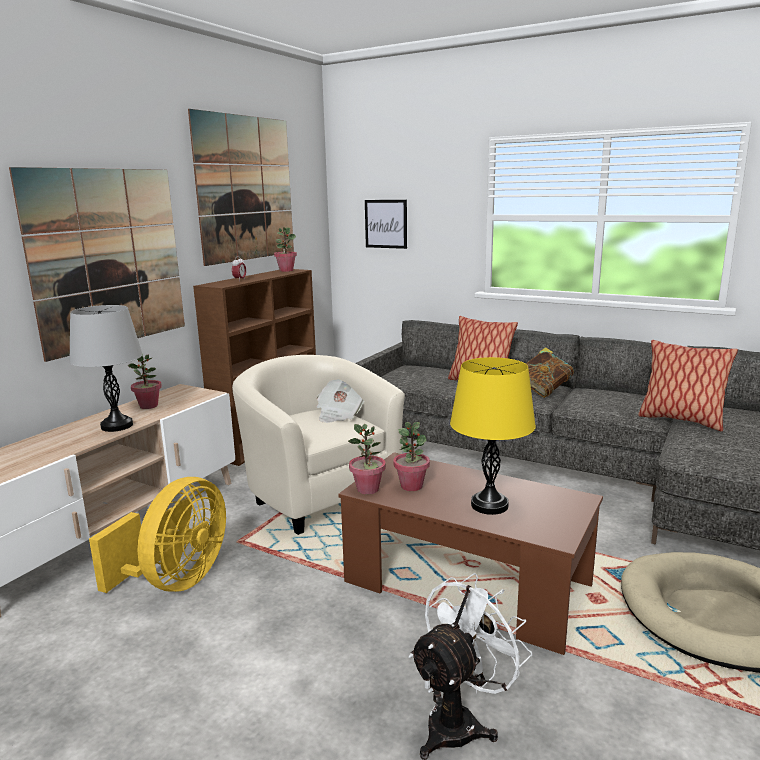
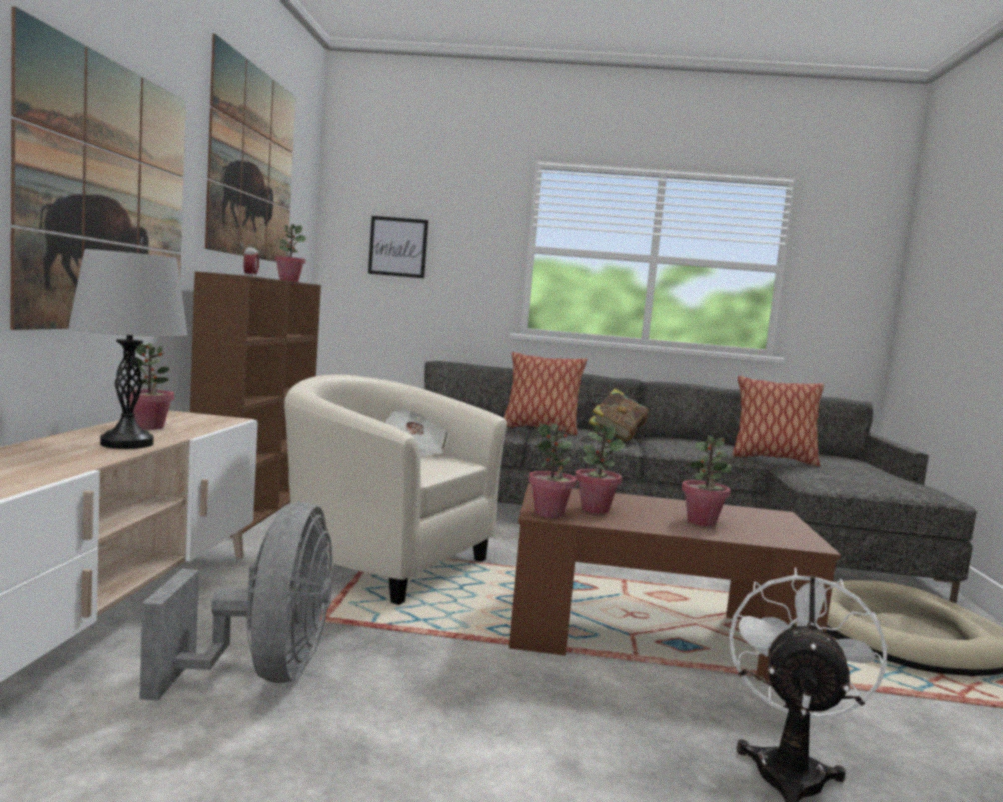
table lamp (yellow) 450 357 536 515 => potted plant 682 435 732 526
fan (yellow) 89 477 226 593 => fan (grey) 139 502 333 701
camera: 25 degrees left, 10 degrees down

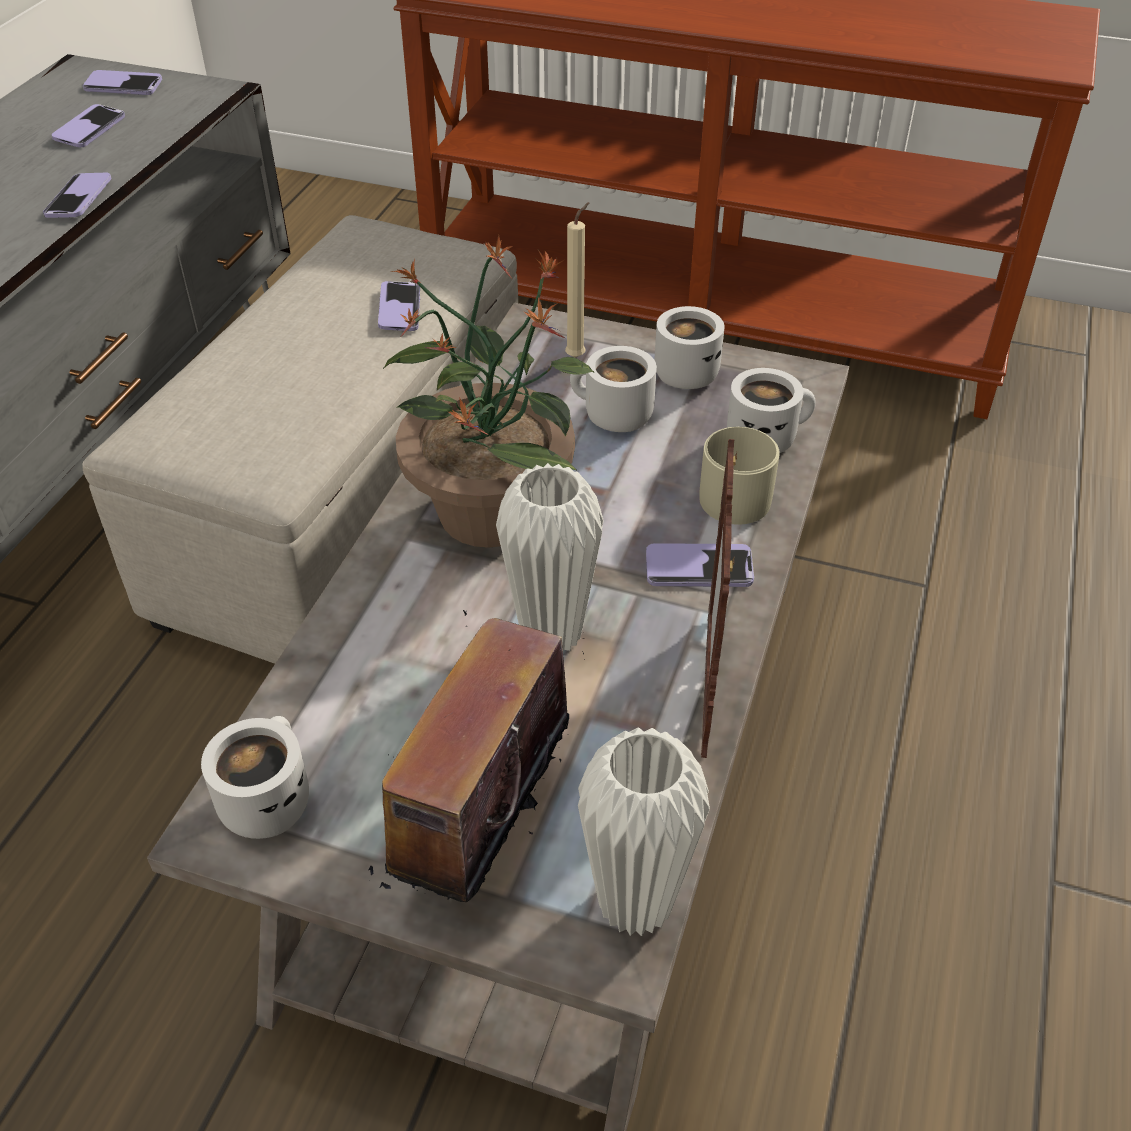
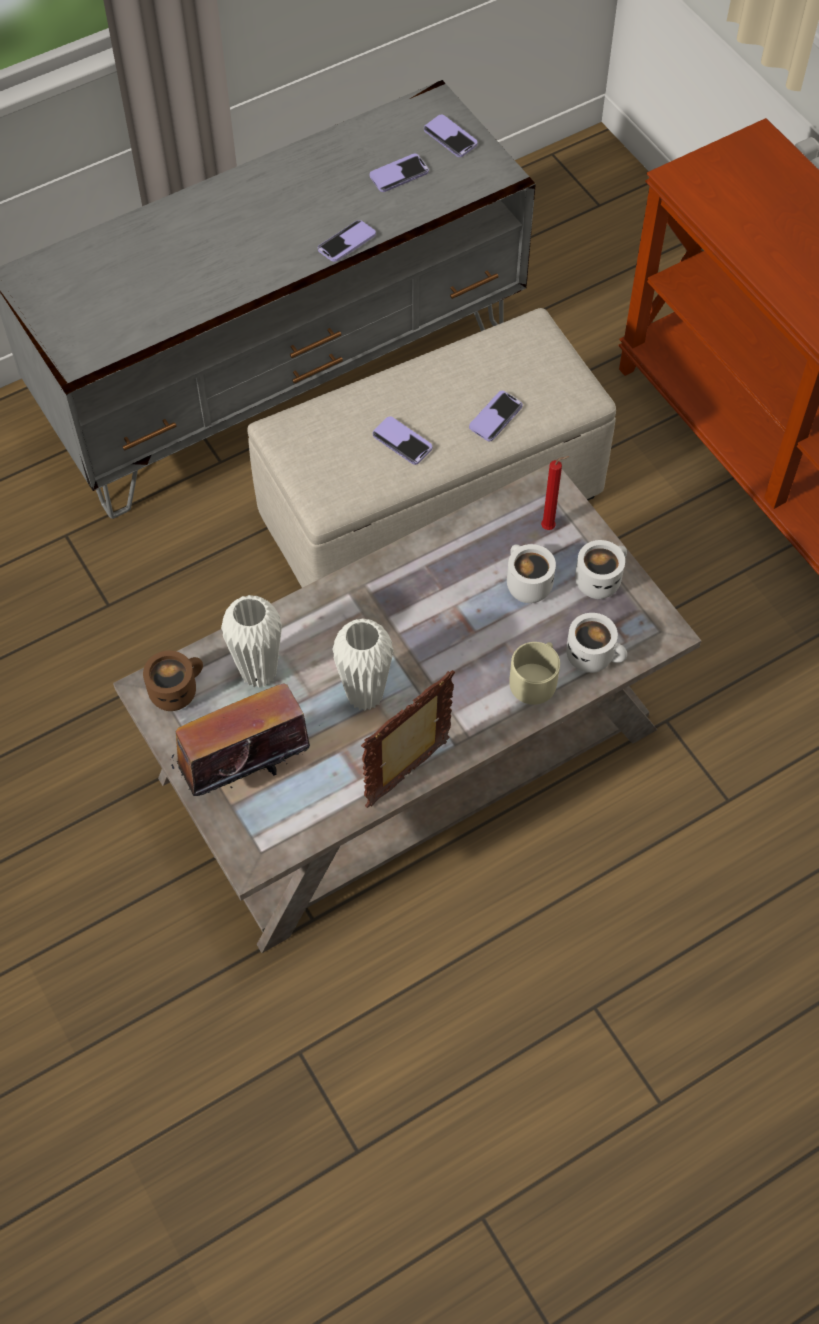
candle (beige) 565 202 590 358 => candle (red) 541 456 570 530
potted plant 383 235 594 548 => nothing
phone 646 543 754 587 => phone 373 416 432 465, relocated
mug (white) 201 716 309 839 => mug (brown) 143 651 203 711
vase (white) 578 728 710 936 => vase (white) 221 595 282 688, relocated
camera: 40 degrees right, 15 degrees up

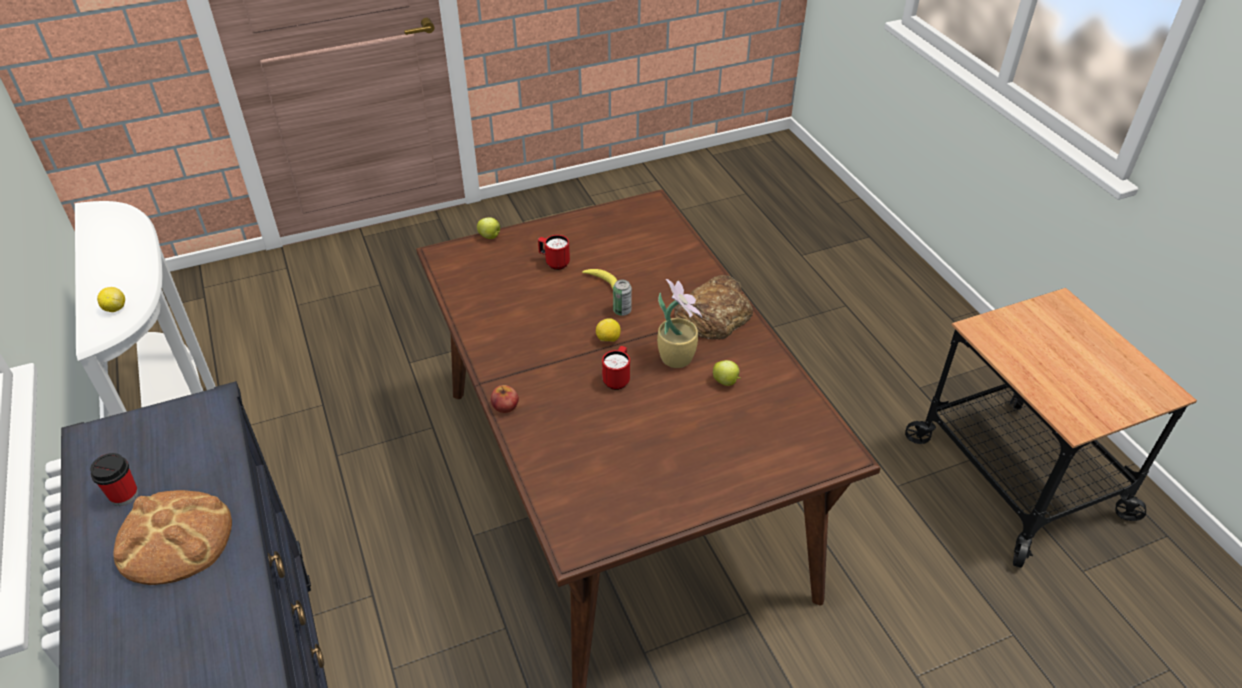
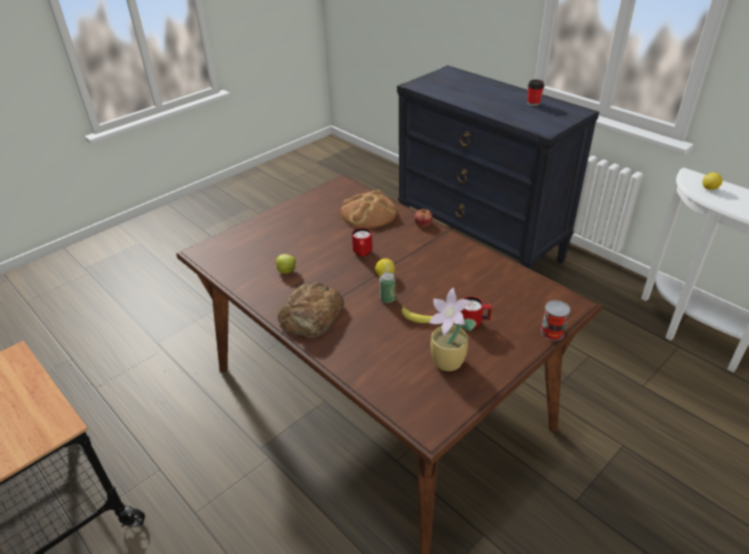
apple 477 217 500 239 => can 541 300 570 341
potted plant 657 279 702 368 => potted plant 429 287 476 371, relocated
bread 113 490 232 585 => bread 341 190 397 228, relocated
camera: 160 degrees right, 5 degrees down

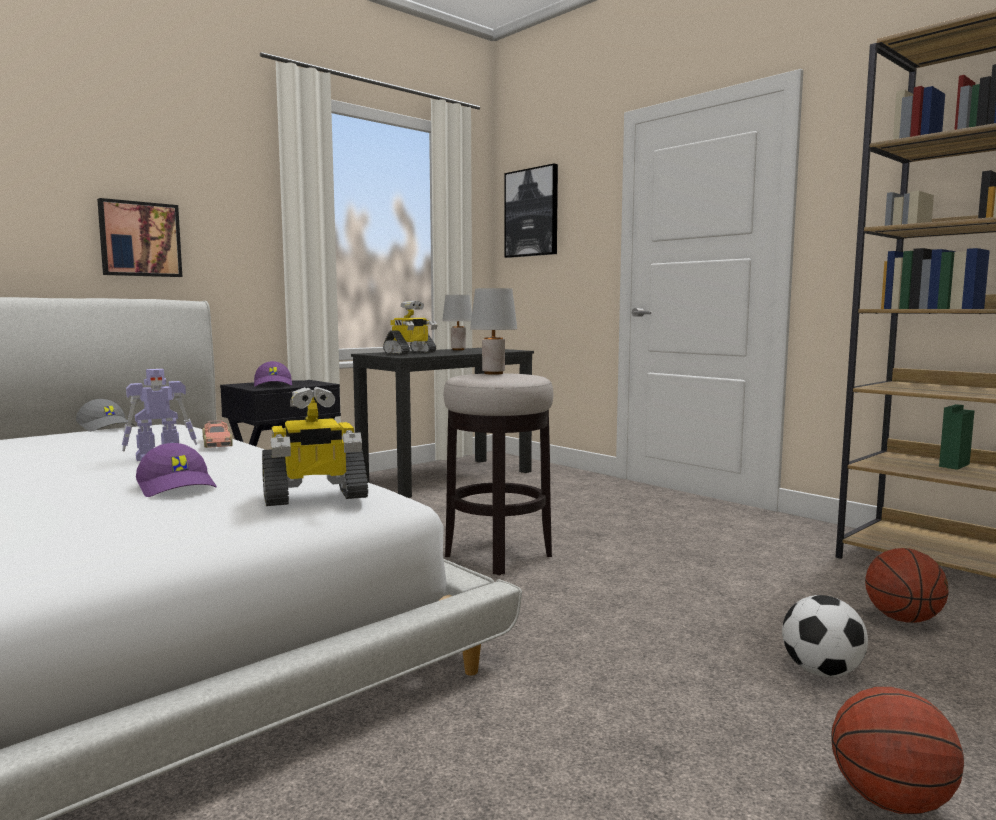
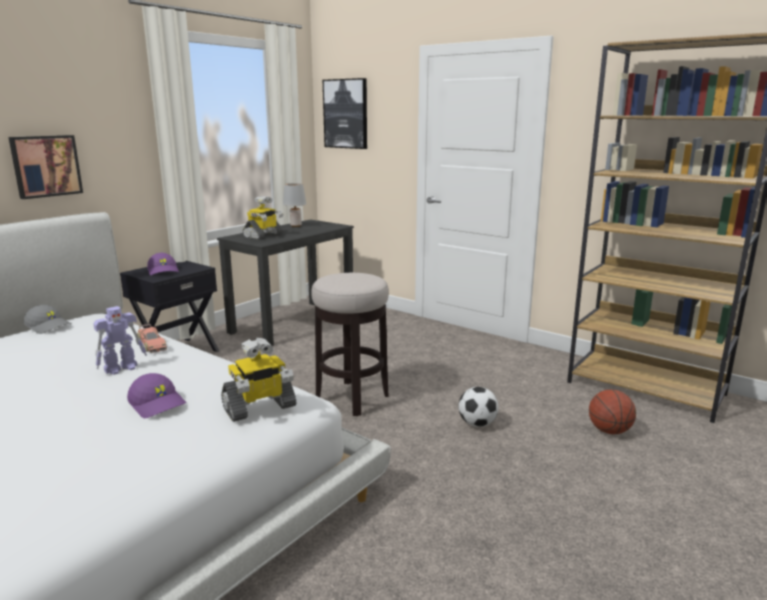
table lamp (grey) 470 288 517 375 => nothing
football 782 595 868 677 => football 458 387 499 427, relocated
basketball 831 687 964 814 => nothing
camera: 10 degrees left, 10 degrees up

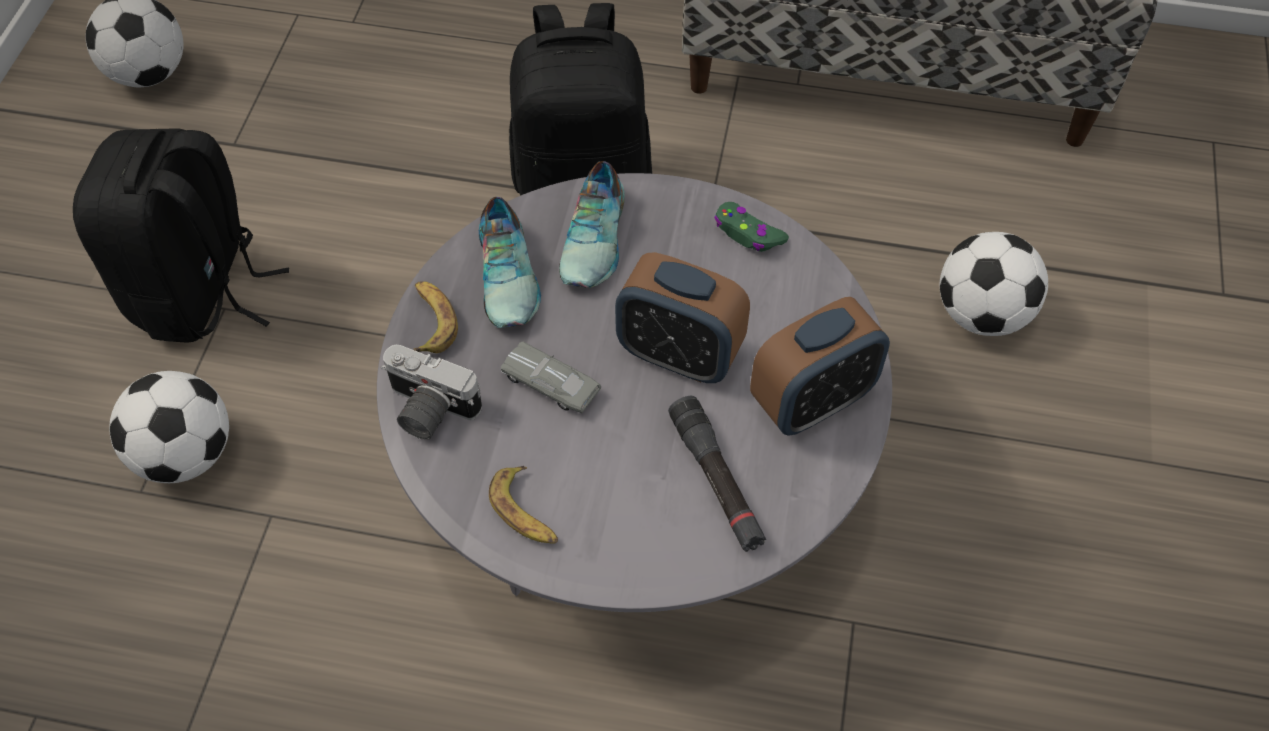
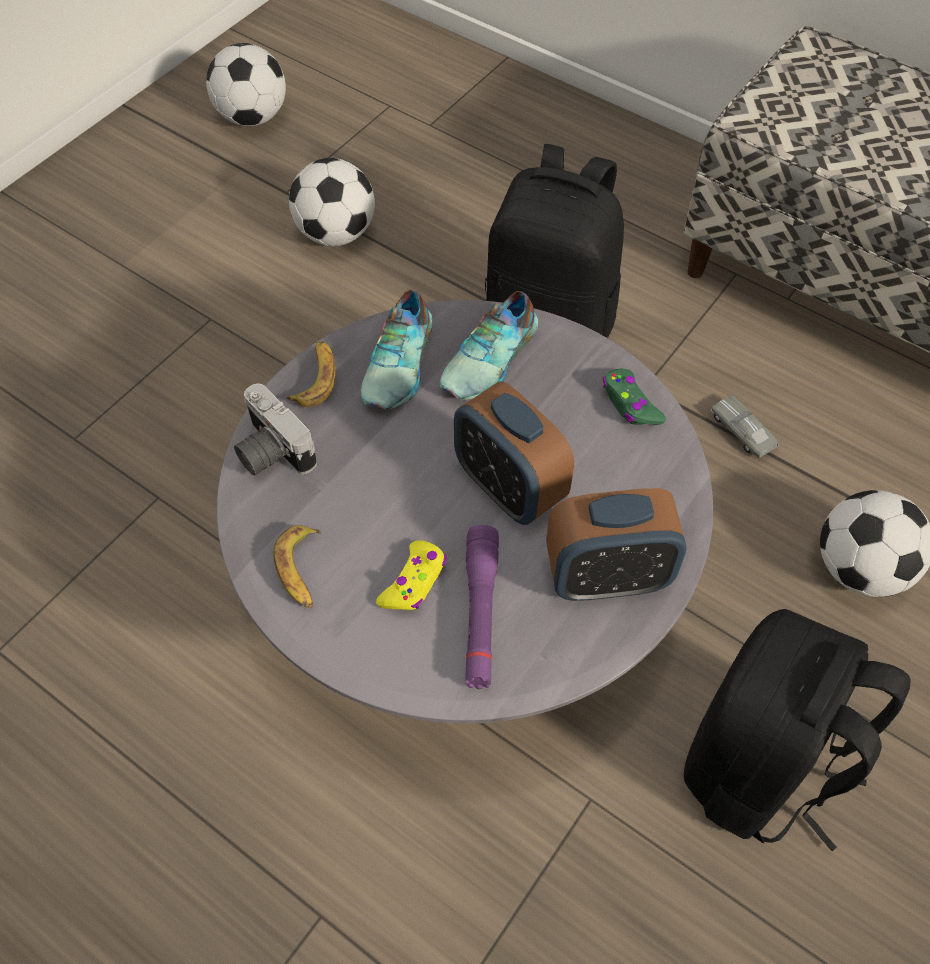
backpack (black) 73 128 289 343 => backpack (black) 684 609 911 851, relocated
toy car (grey) 501 341 601 413 => toy car (grey) 711 395 780 458, relocated
football 109 371 229 483 => football 289 158 375 246, relocated
flashlight (black) 668 396 766 552 => flashlight (purple) 465 525 499 690
nothing => game controller (yellow) 376 540 447 610
camera: 25 degrees right, 0 degrees up

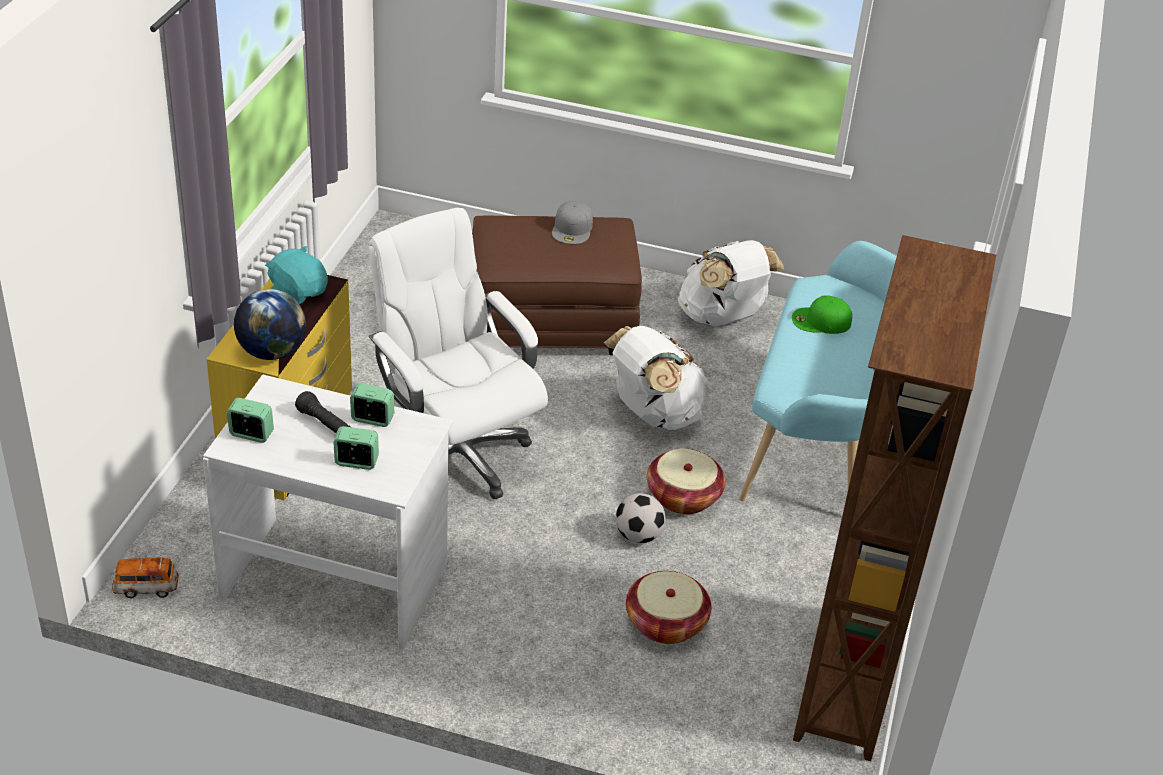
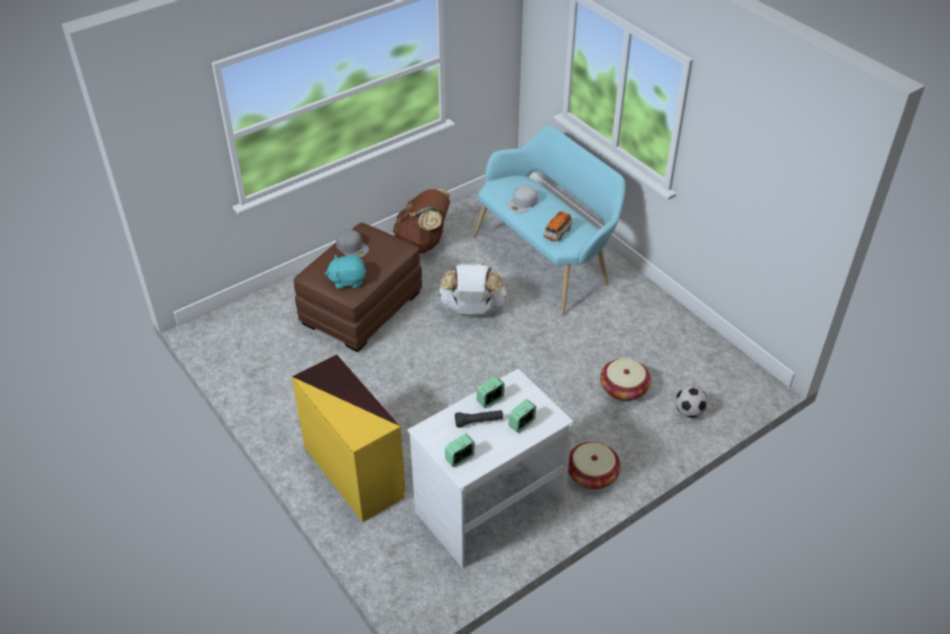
office chair (white) 369 208 548 500 => nothing
bookcase (brown) 793 235 996 761 => nothing
backpack (white) 678 240 785 326 => backpack (brown) 393 189 450 253
plush toy (turquoise) 265 246 328 304 => plush toy (turquoise) 325 255 366 289, relocated
globe 234 289 306 360 => nothing
cap (green) 792 295 852 334 => cap (white) 507 185 538 213
basket 647 449 725 514 => basket 568 442 621 489, relocated
football 616 493 666 543 => football 675 386 708 418, relocated
toy car 112 557 179 598 => toy car 543 211 572 242, relocated
camera: 50 degrees left, 5 degrees up

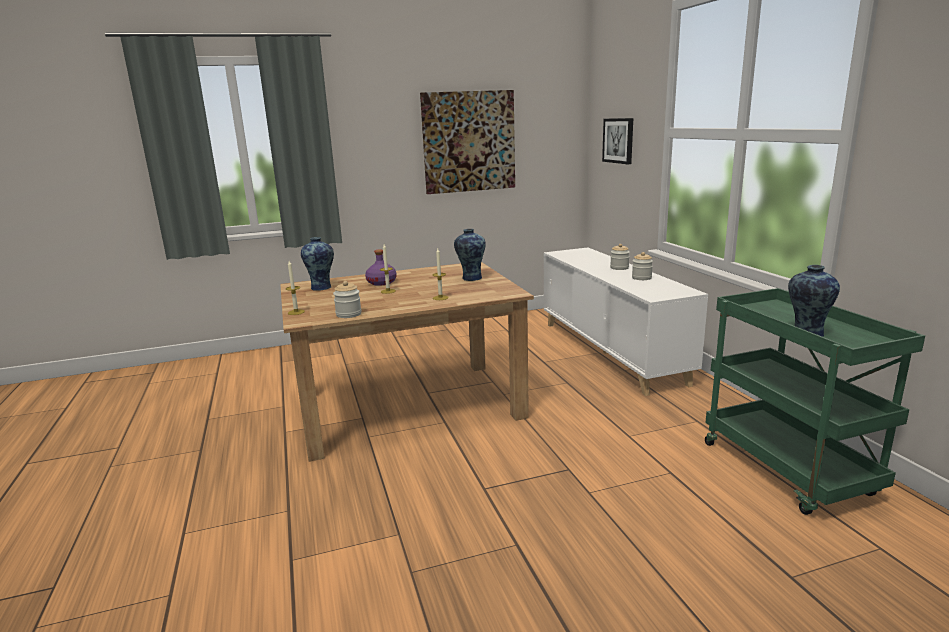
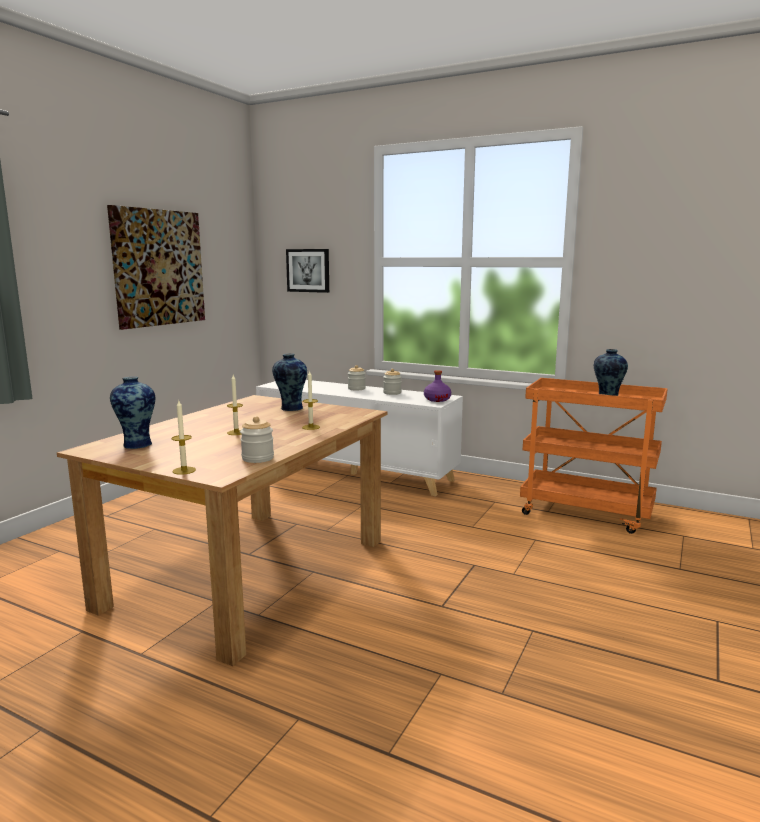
bottle (purple) 365 249 397 286 => bottle (purple) 424 370 451 402, relocated
cart (green) 705 288 925 515 => cart (orange) 520 378 668 534
camera: 45 degrees left, 5 degrees down

